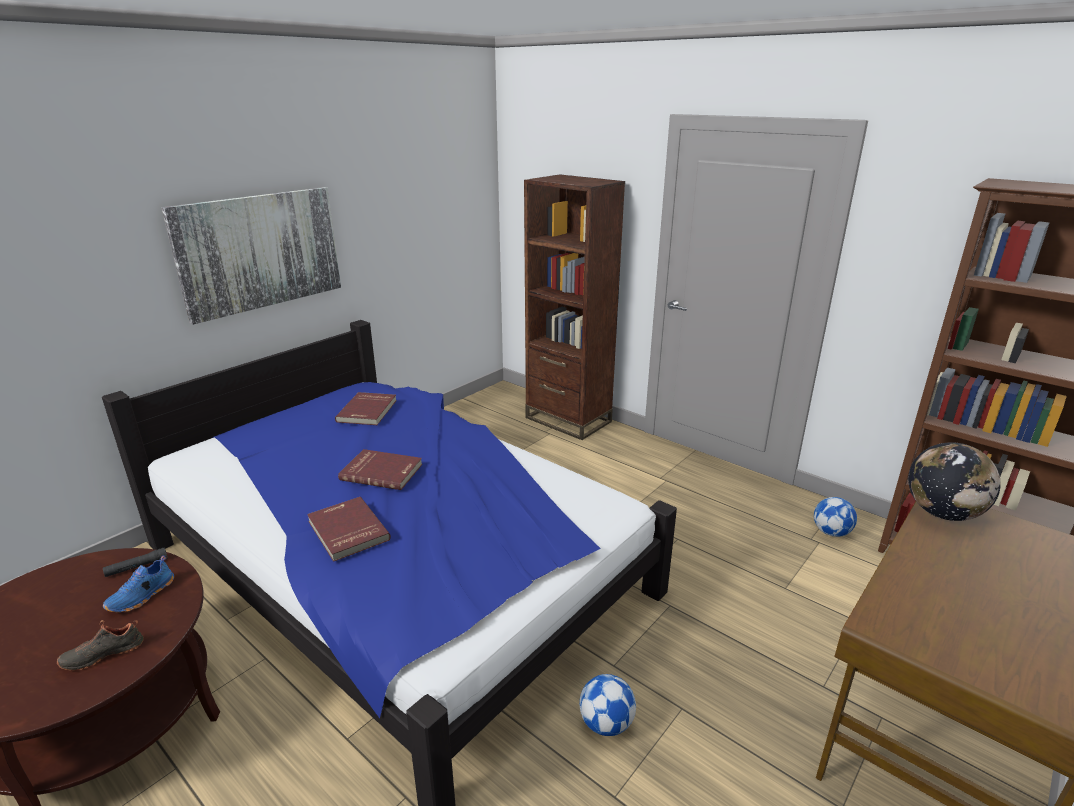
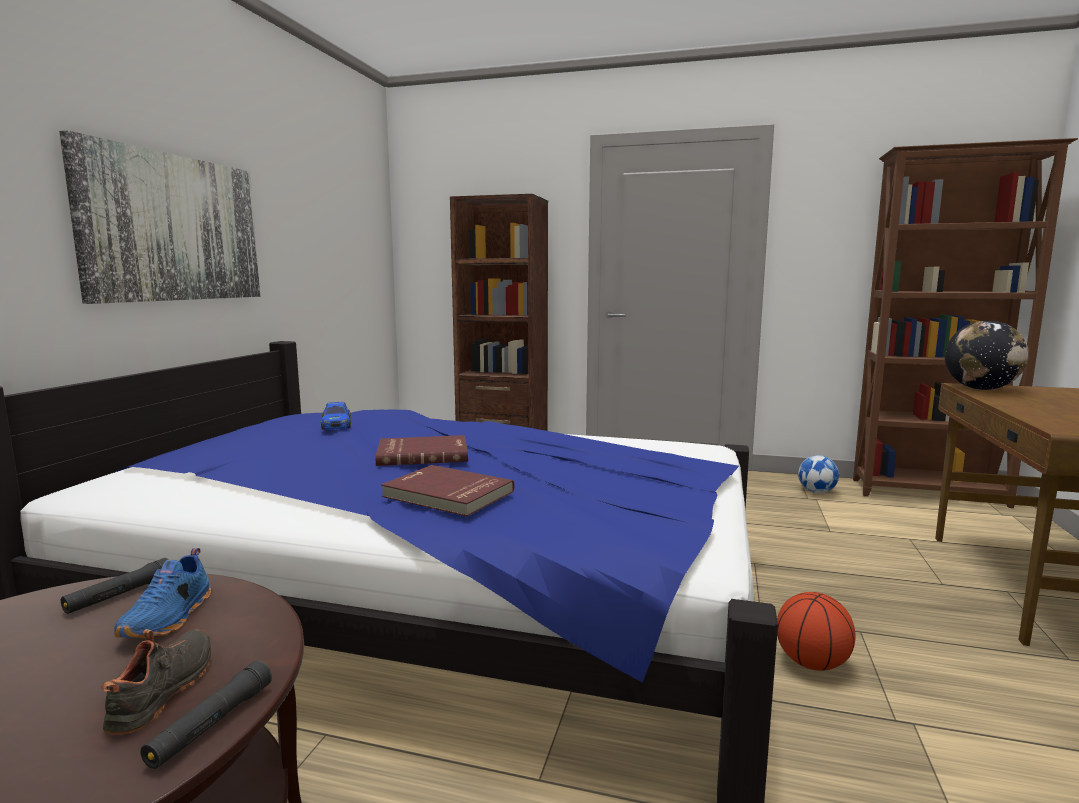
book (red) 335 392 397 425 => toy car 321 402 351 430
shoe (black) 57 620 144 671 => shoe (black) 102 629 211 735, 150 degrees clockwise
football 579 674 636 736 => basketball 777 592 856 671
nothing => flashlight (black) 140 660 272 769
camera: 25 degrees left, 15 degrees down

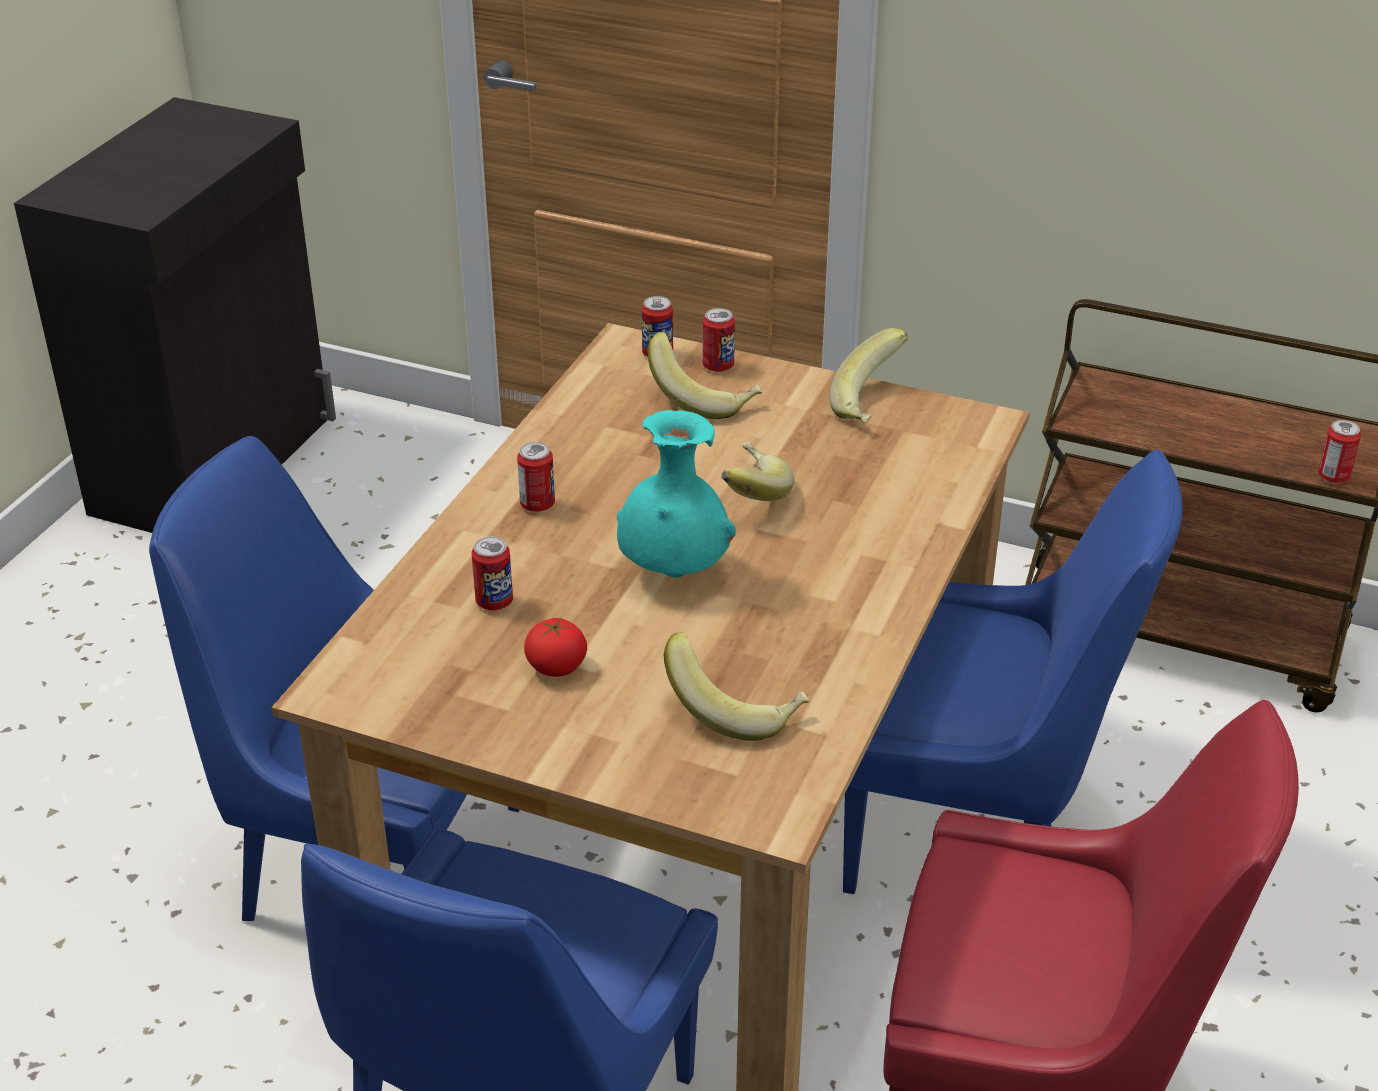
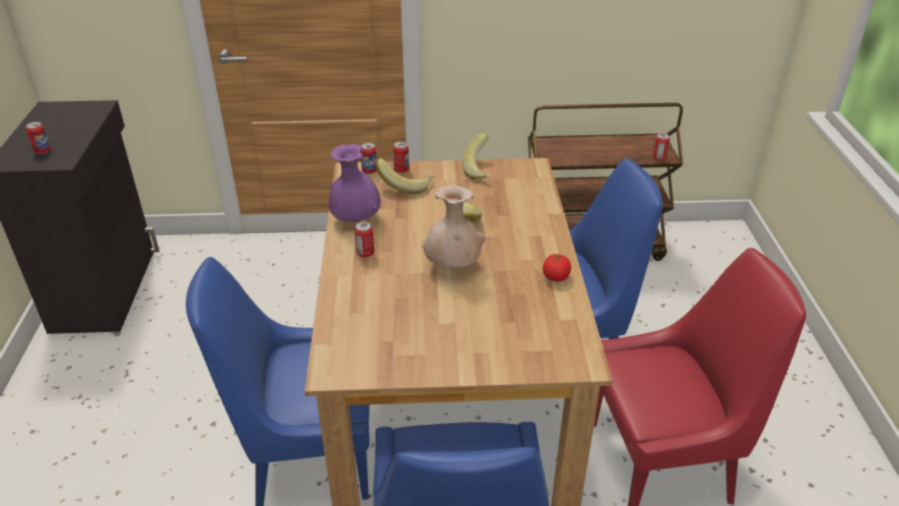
vase (turquoise) 617 410 736 577 => vase (beige) 422 185 485 269
can 472 537 513 610 => can 26 122 51 154, relocated
tomato 524 618 587 677 => tomato 543 253 571 282, relocated
banana 664 632 809 741 => nothing
nothing => vase (purple) 329 144 381 222
camera: 25 degrees left, 0 degrees up

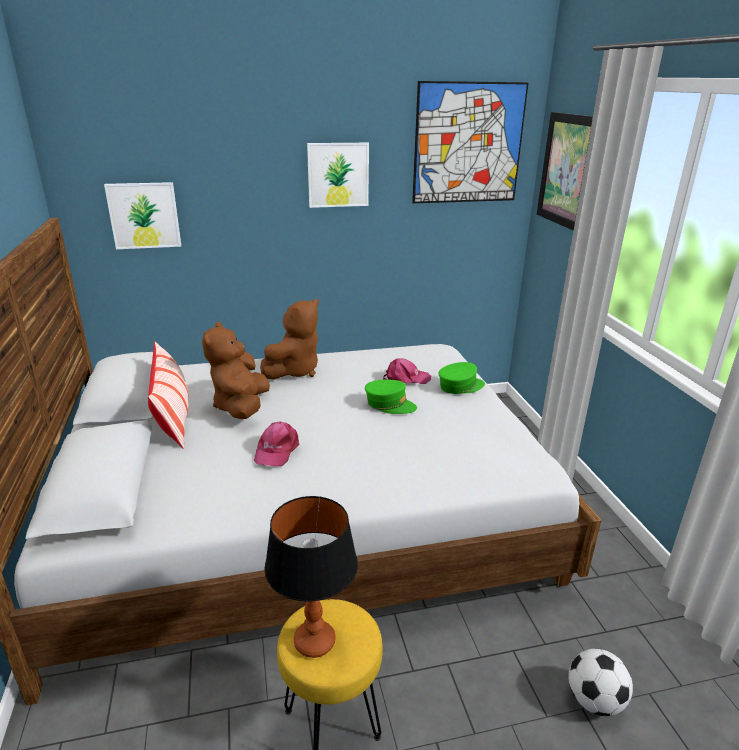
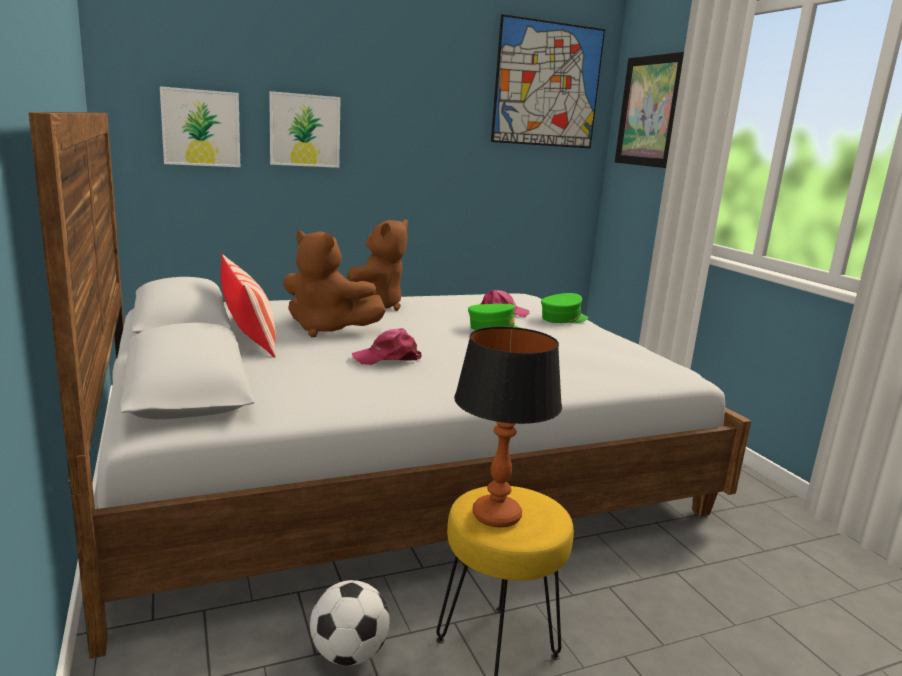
picture 307 143 369 208 => picture 269 91 341 168, relocated
plush toy (brown) 202 322 270 419 => plush toy (brown) 283 231 386 338, 60 degrees counterclockwise
cap (pink) 254 421 299 466 => cap (pink) 351 328 422 365, 75 degrees clockwise
football 568 649 633 716 => football 310 580 390 666, relocated
camera: 10 degrees left, 10 degrees down

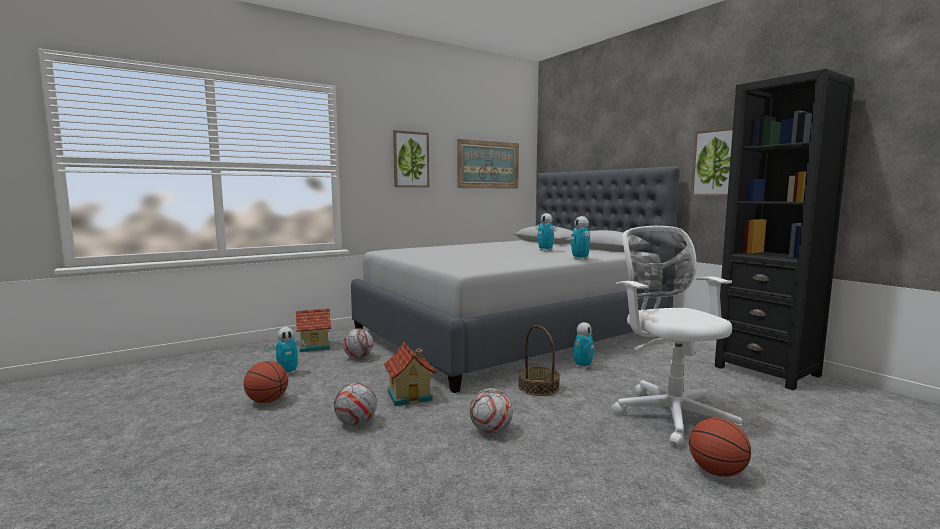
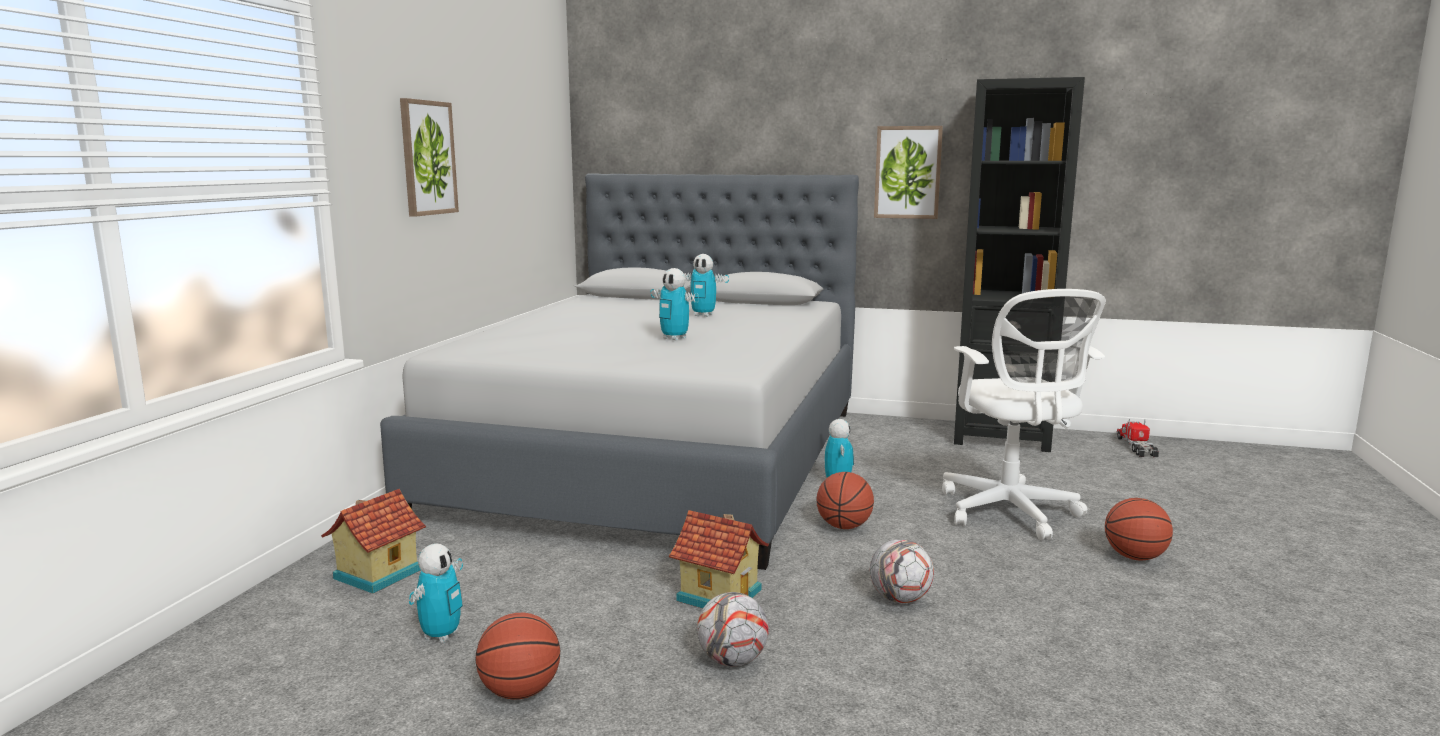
picture 457 139 519 189 => nothing
toy robot 570 216 591 260 => toy robot 651 268 699 341, relocated
office chair (white) 612 226 742 448 => office chair (white) 942 289 1106 540, 135 degrees counterclockwise
basket 518 325 560 396 => basketball 816 472 874 529
football 343 328 373 359 => nothing
nothing => toy truck 1116 419 1159 457
camera: 40 degrees left, 5 degrees up

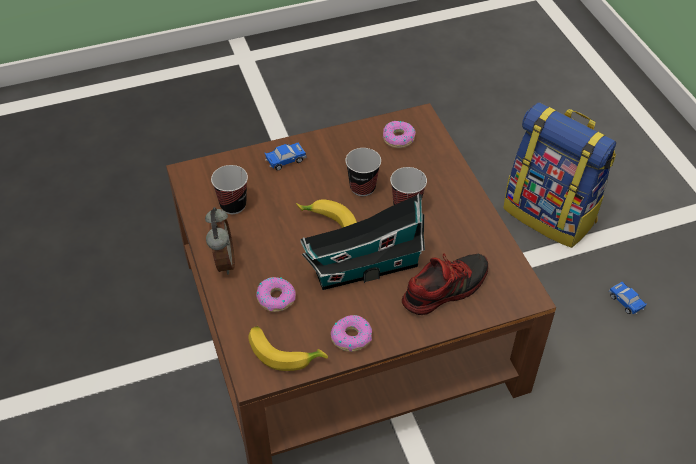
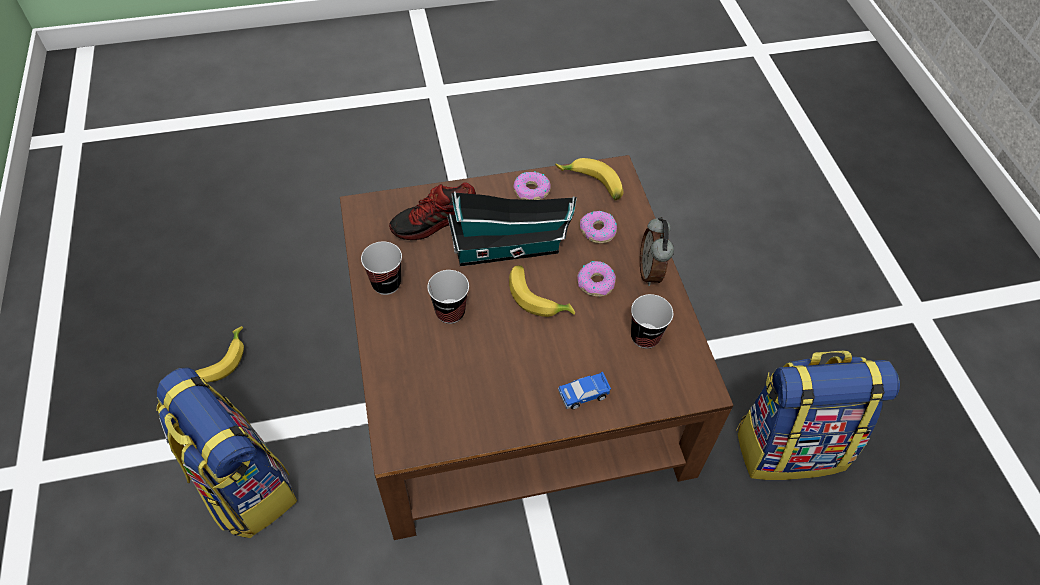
donut 383 121 416 148 => donut 577 261 616 297, relocated
cup 345 148 381 196 => cup 361 241 402 295, relocated
toy car 609 282 647 314 => banana 195 326 244 383
nothing => backpack 736 351 900 480
camera: 175 degrees left, 5 degrees up

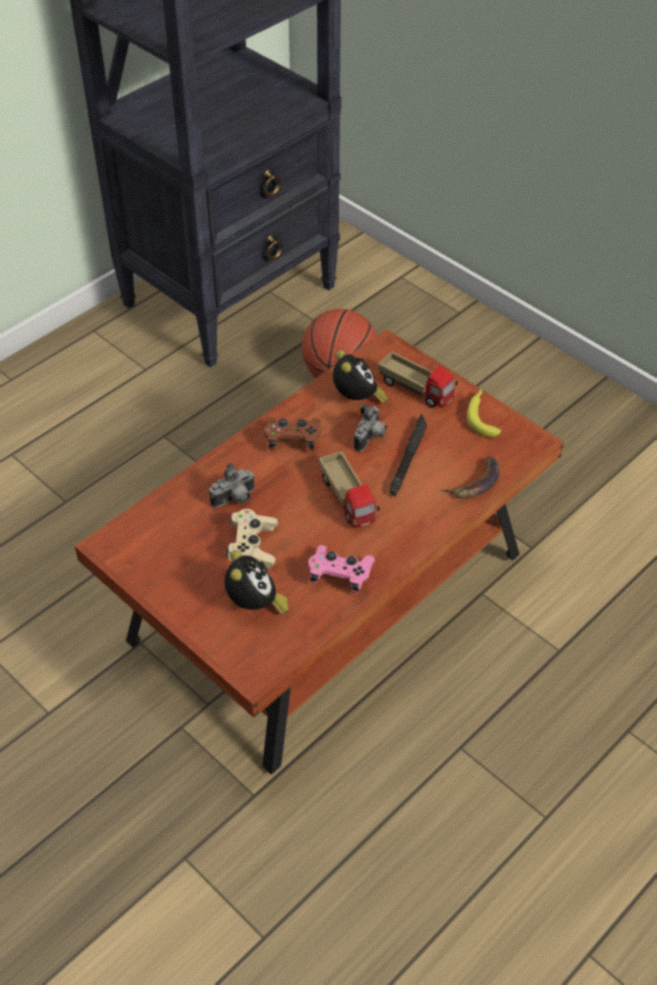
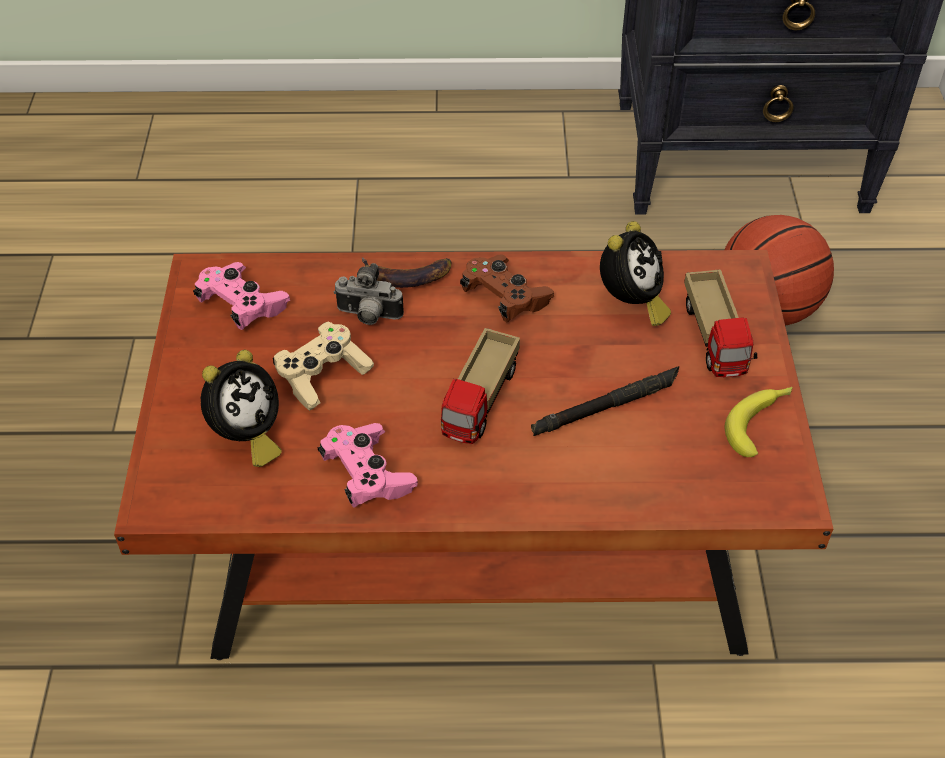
photo camera 354 404 387 451 => nothing
banana 441 456 500 498 => banana 362 257 451 288, relocated
nothing => game controller (pink) 193 262 290 330
camera: 45 degrees right, 0 degrees up

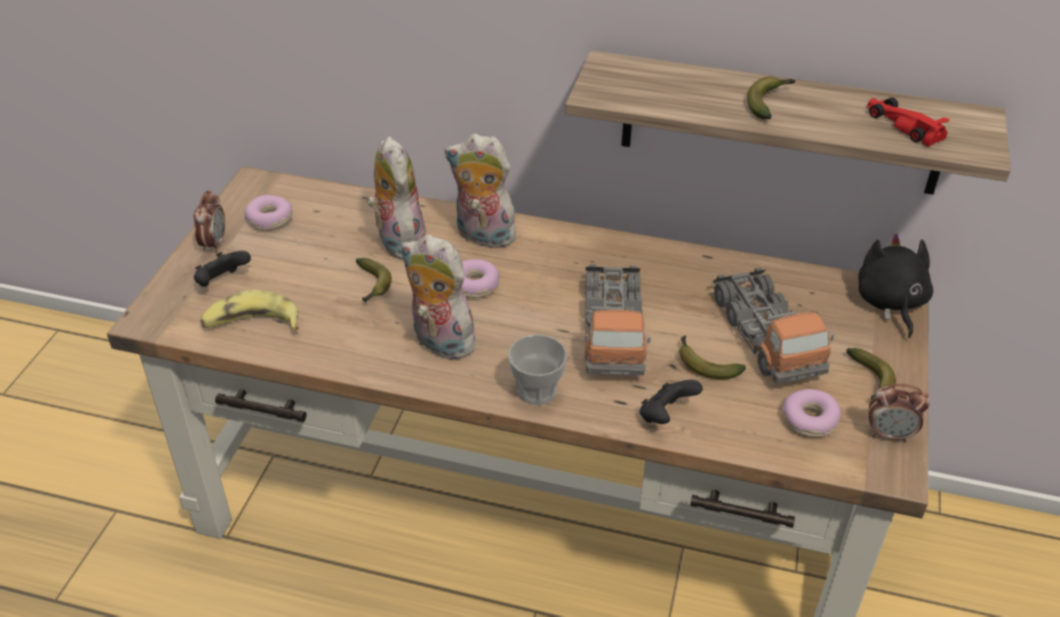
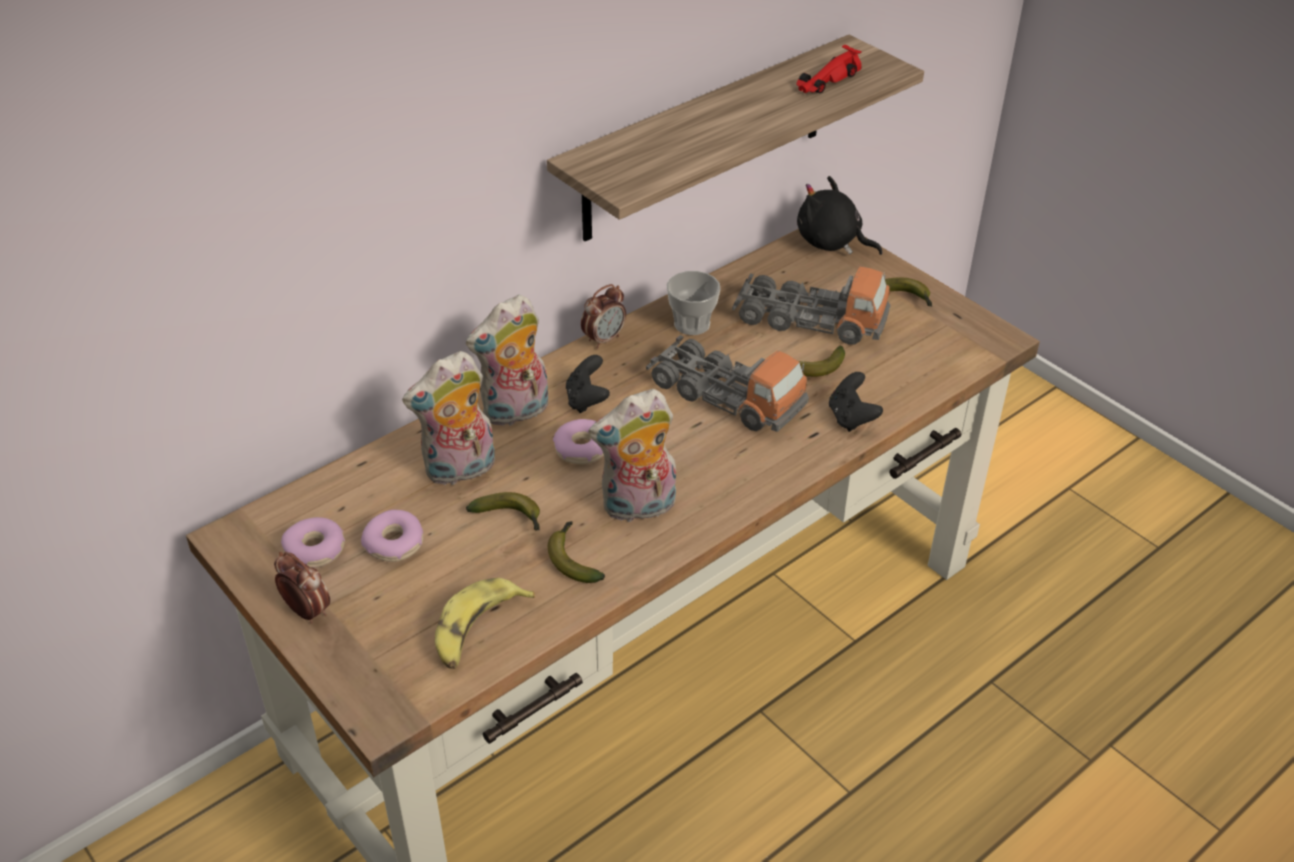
banana 747 76 795 119 => banana 548 521 605 583, relocated
toy car (red) 867 97 950 147 => toy car (red) 796 45 862 94, 45 degrees counterclockwise
plush toy 367 136 426 259 => plush toy 402 351 495 485, 45 degrees counterclockwise
game controller (black) 194 251 251 287 => game controller (black) 566 355 610 413, relocated
cup 508 334 567 405 => cup 667 271 720 335, relocated
alarm clock 868 384 930 442 => alarm clock 581 284 626 349, relocated
donut 782 389 841 437 => donut 361 510 423 562, relocated
camera: 55 degrees left, 0 degrees up

